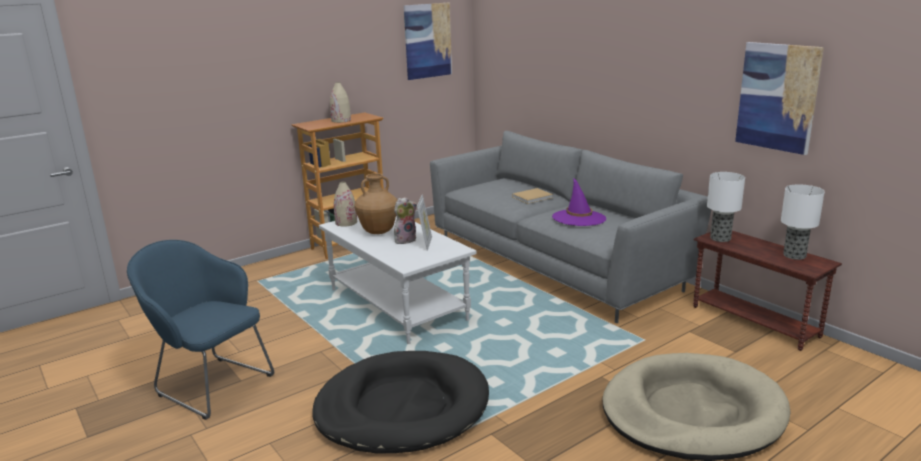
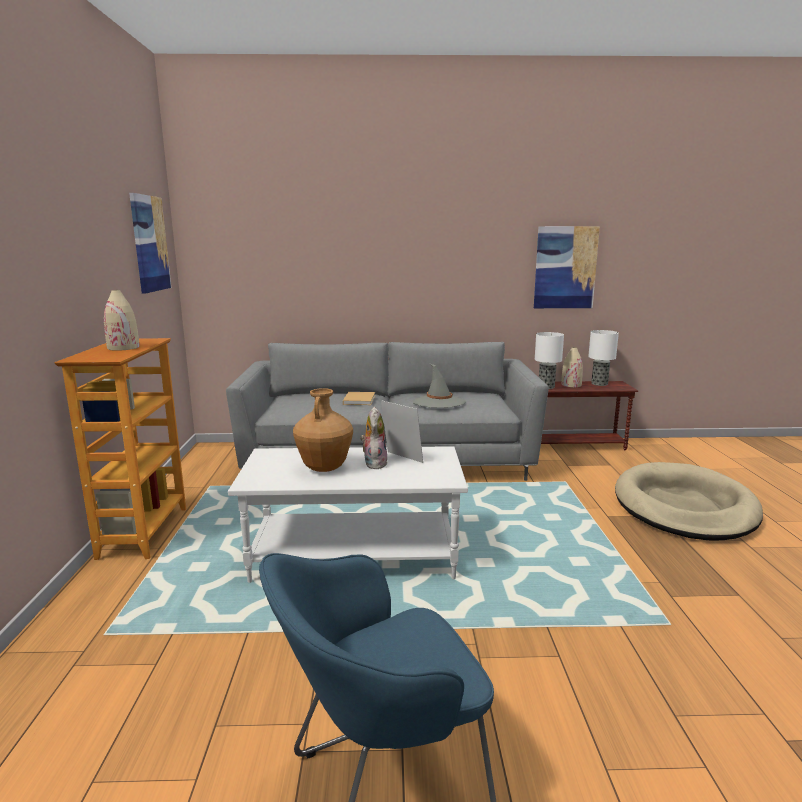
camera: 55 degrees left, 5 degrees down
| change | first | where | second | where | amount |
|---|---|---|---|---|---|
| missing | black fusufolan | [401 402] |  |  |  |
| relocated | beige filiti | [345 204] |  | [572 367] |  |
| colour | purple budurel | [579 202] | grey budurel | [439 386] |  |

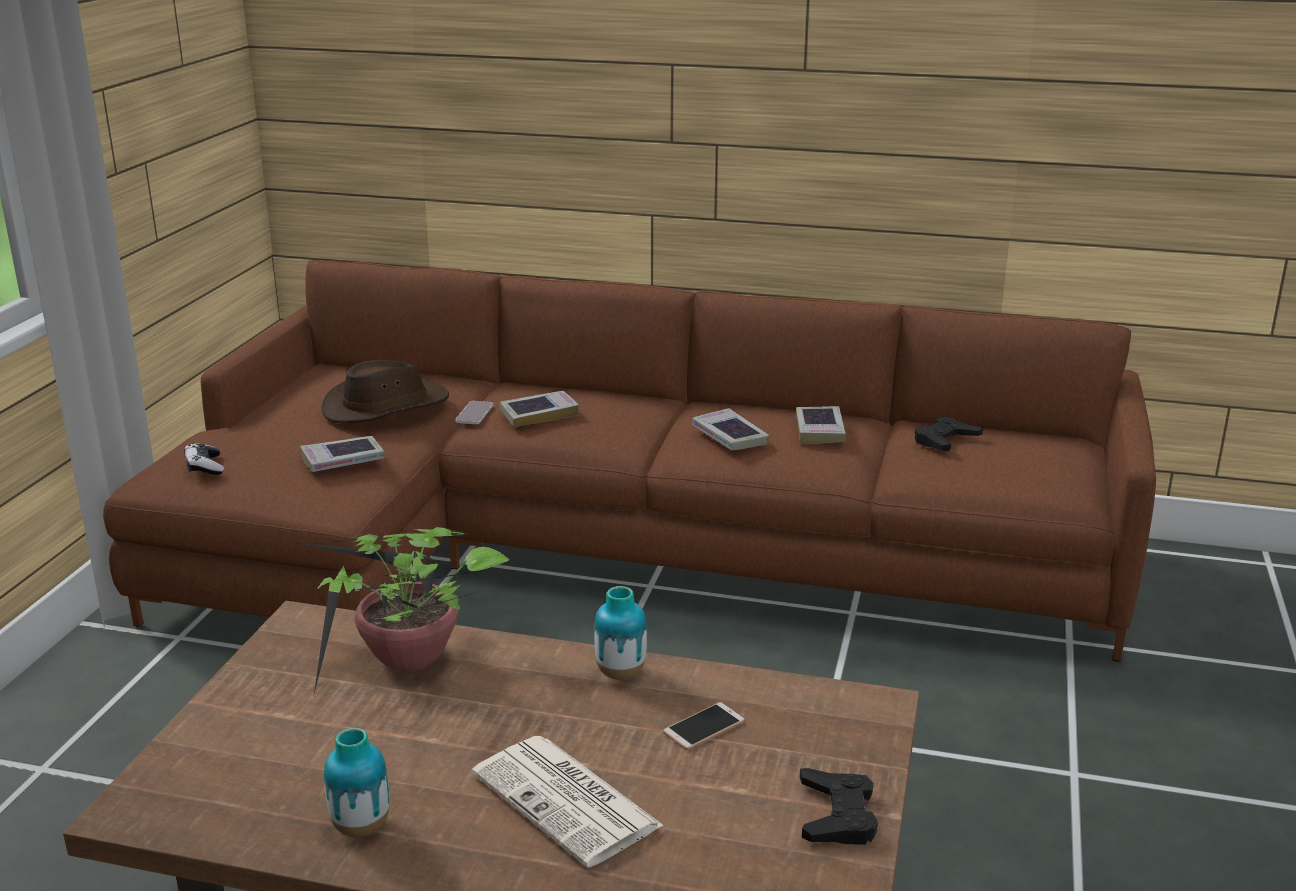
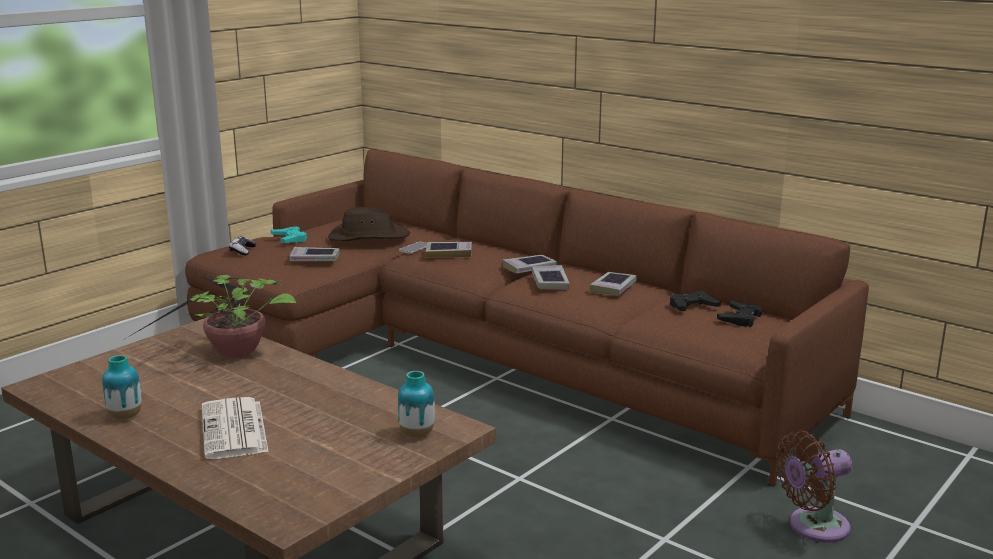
camera: 25 degrees right, 5 degrees down
| change | first | where | second | where | amount |
|---|---|---|---|---|---|
| missing | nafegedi | [704 726] |  |  |  |
| appeared |  |  | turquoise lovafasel | [289 234] |  |
| appeared |  |  | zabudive | [530 264] |  |
| appeared |  |  | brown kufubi | [814 486] |  |
| relocated | filiti | [620 633] |  | [416 404] |  |
| relocated | black lovafasel | [839 806] |  | [739 313] |  |

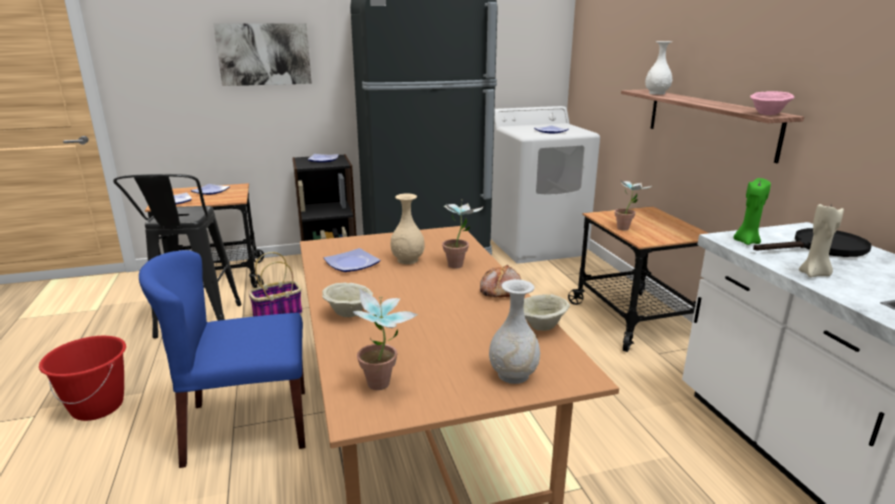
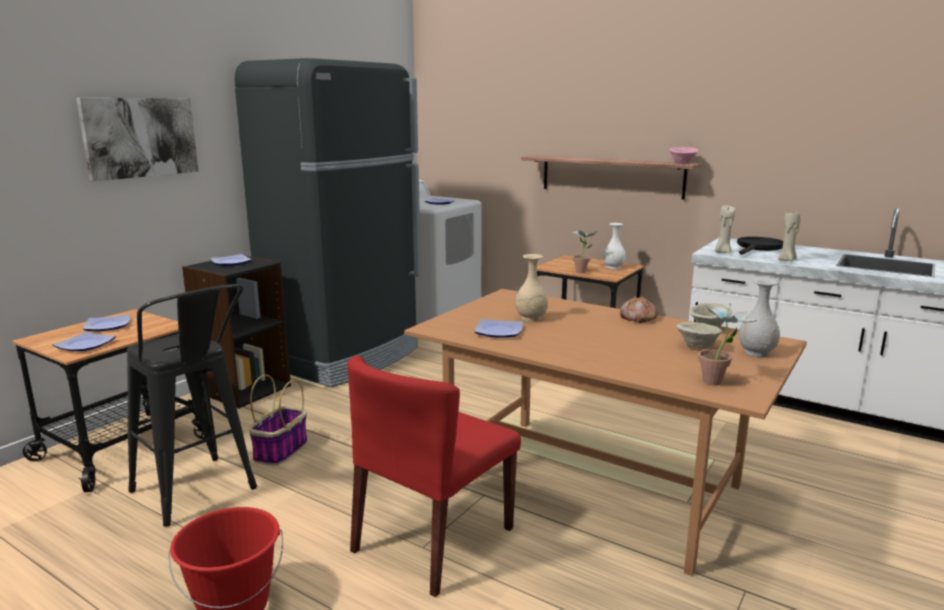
camera: 40 degrees left, 5 degrees down
| change | first | where | second | where | amount |
|---|---|---|---|---|---|
| missing | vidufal | [462 233] |  |  |  |
| relocated | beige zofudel | [347 300] |  | [699 335] |  |
| relocated | white filiti | [658 68] |  | [614 246] |  |
| colour | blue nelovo | [222 359] | red nelovo | [434 476] |  |
| colour | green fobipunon | [752 211] | beige fobipunon | [725 229] |  |

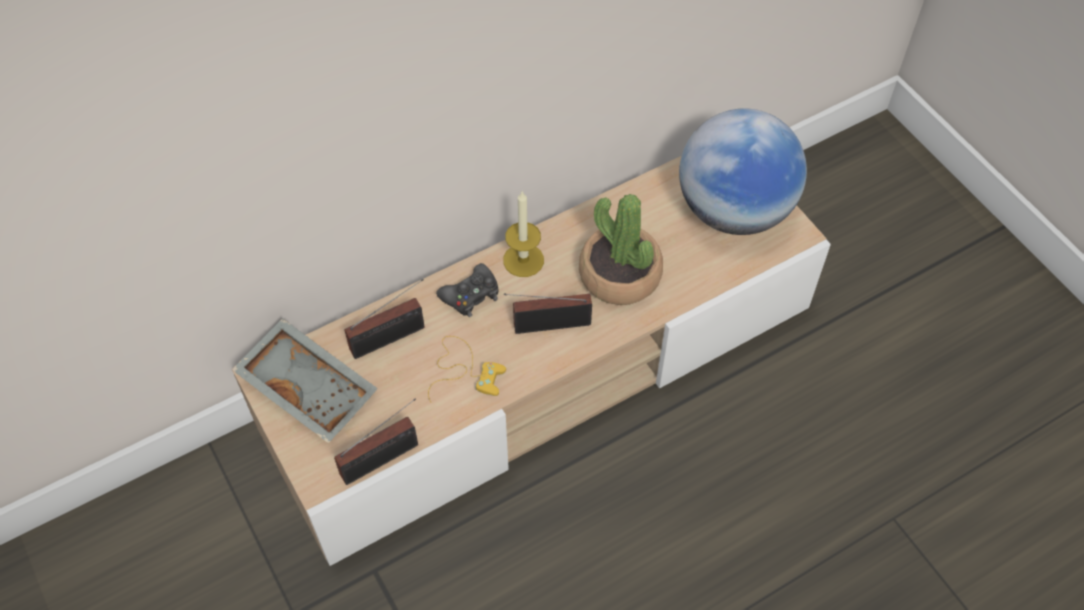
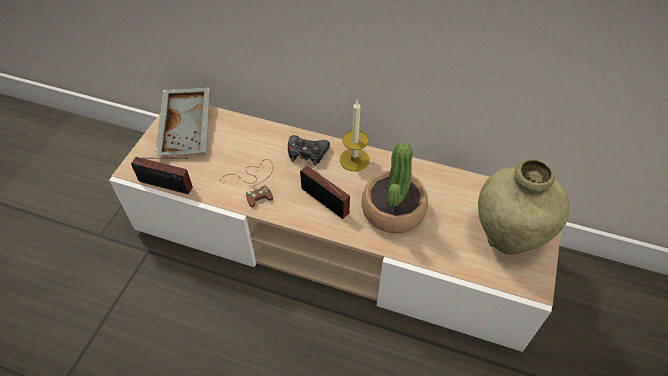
camera: 50 degrees right, 5 degrees down
| change | first | where | second | where | amount |
|---|---|---|---|---|---|
| missing | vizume | [384 319] |  |  |  |
| exchanged | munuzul | [743 171] | beige filiti | [523 207] |  |
| colour | yellow lovafasel | [467 369] | brown lovafasel | [246 183] |  |

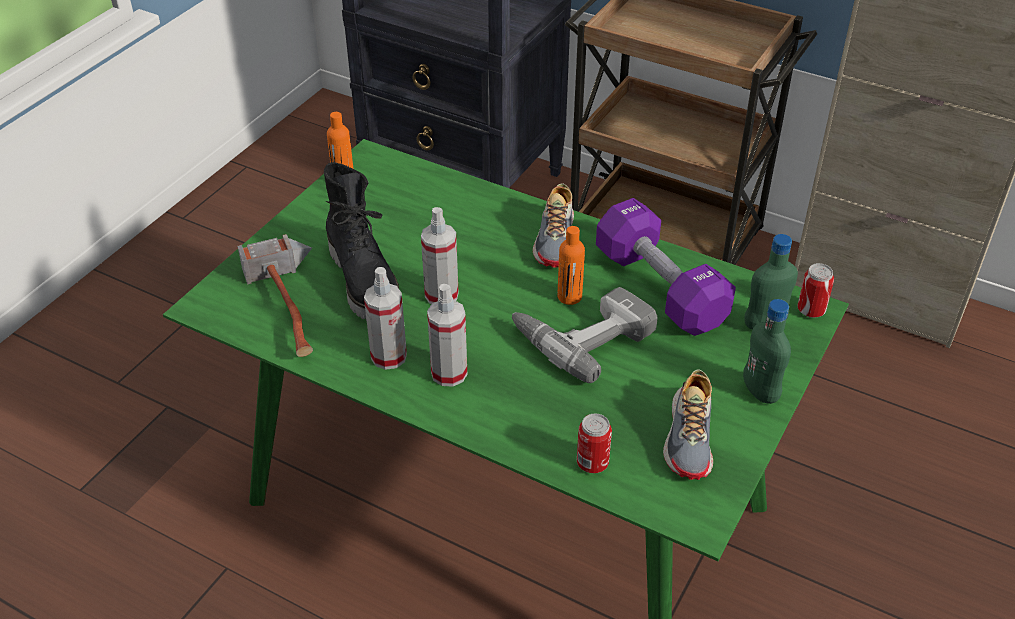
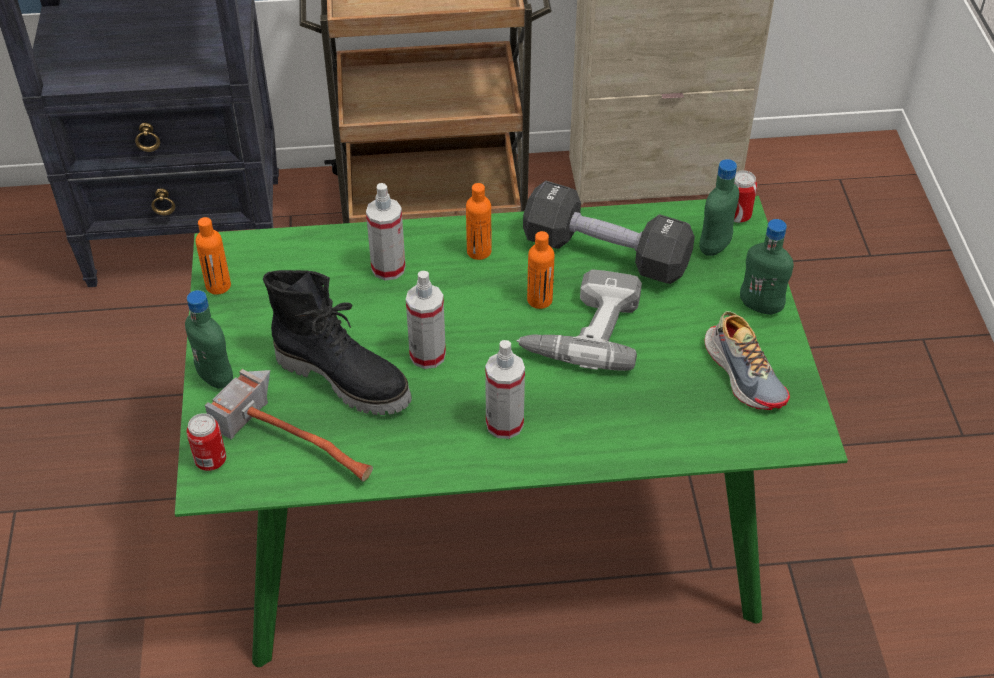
camera: 35 degrees left, 5 degrees up
| change | first | where | second | where | amount |
|---|---|---|---|---|---|
| appeared |  |  | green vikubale | [209 339] |  |
| relocated | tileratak | [385 318] |  | [386 231] |  |
| relocated | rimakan | [594 443] |  | [206 442] |  |
| exchanged | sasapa | [553 225] | orange vikubale | [478 221] |  |
| colour | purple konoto | [666 267] | black konoto | [609 232] |  |

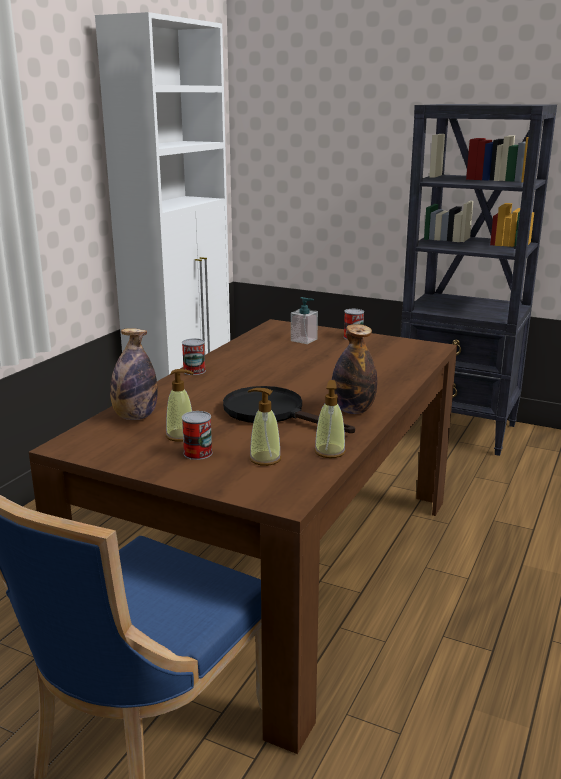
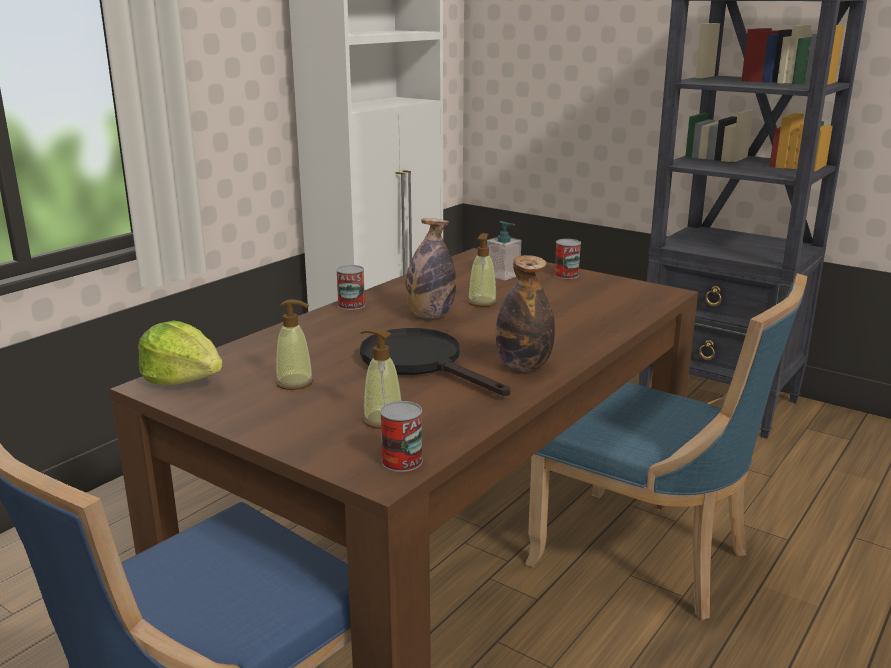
camera: 10 degrees right, 0 degrees up
| change | first | where | second | where | amount |
|---|---|---|---|---|---|
| appeared |  |  | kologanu | [180 352] |  |
| appeared |  |  | blue nelovo | [666 446] |  |
| relocated | vikubale | [134 374] |  | [430 268] |  |
| relocated | rimakan | [197 435] |  | [401 436] |  |
| relocated | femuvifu | [330 419] |  | [482 270] |  |

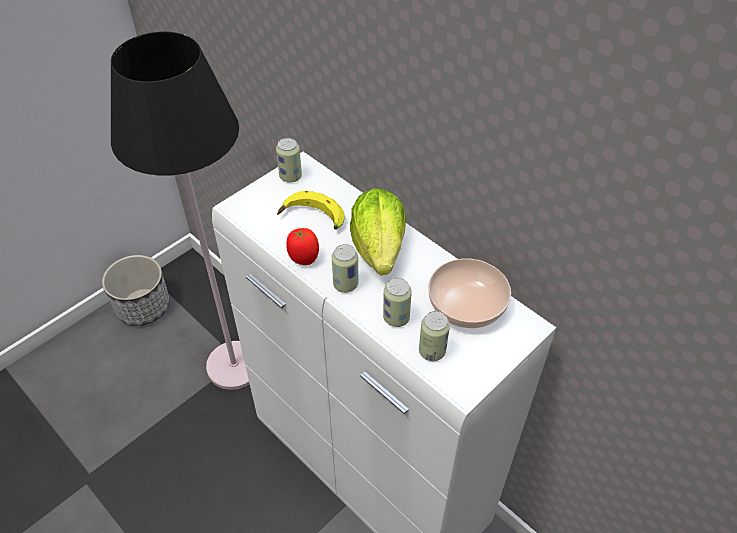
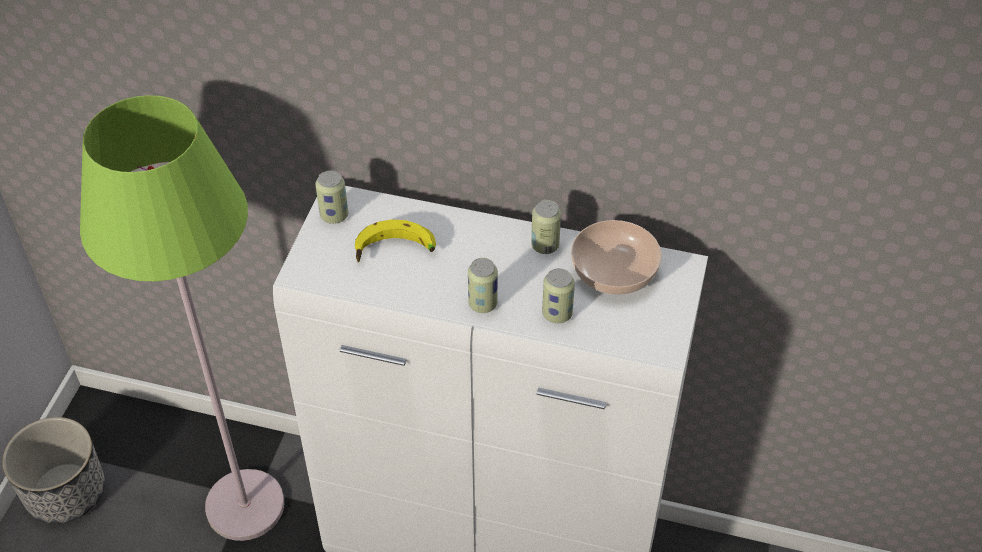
camera: 30 degrees left, 0 degrees up
| change | first | where | second | where | amount |
|---|---|---|---|---|---|
| missing | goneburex | [302 246] |  |  |  |
| missing | kologanu | [378 231] |  |  |  |
| relocated | rimakan | [434 336] |  | [546 227] |  |
| colour | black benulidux | [180 211] | green benulidux | [182 318] |  |

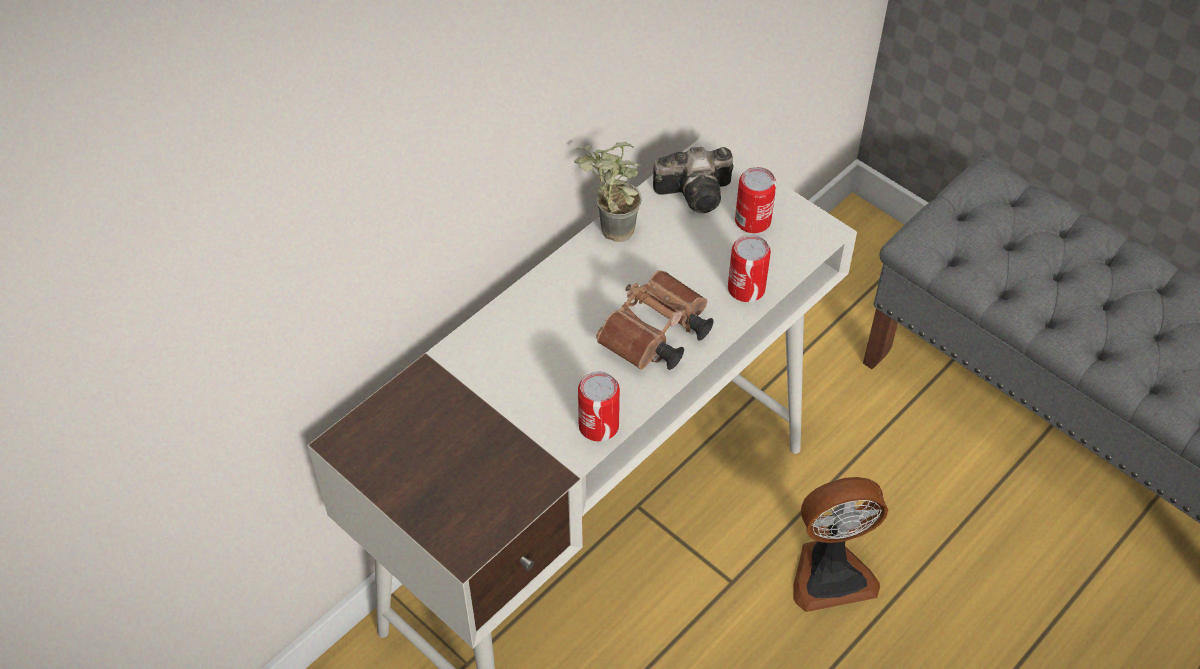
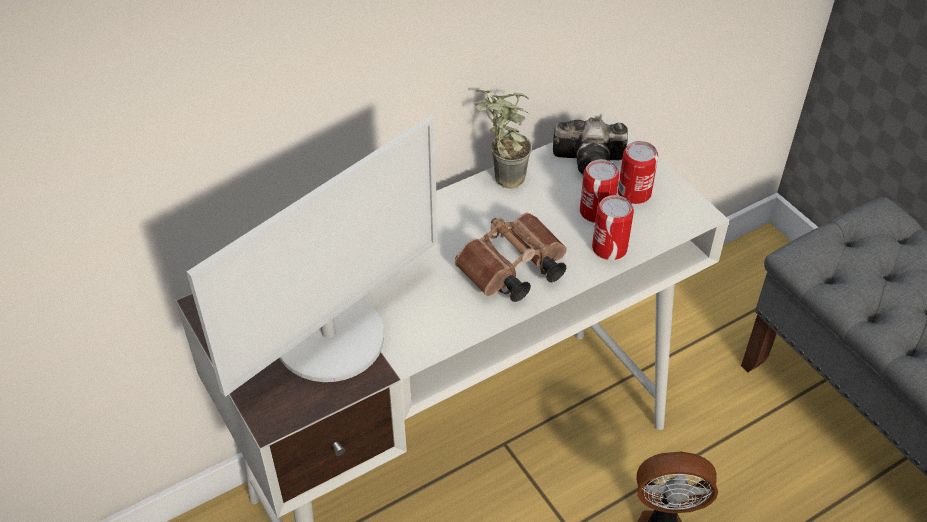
camera: 15 degrees right, 5 degrees down
| change | first | where | second | where | amount |
|---|---|---|---|---|---|
| appeared |  |  | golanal | [312 256] |  |
| relocated | rimakan | [599 406] |  | [599 191] |  |

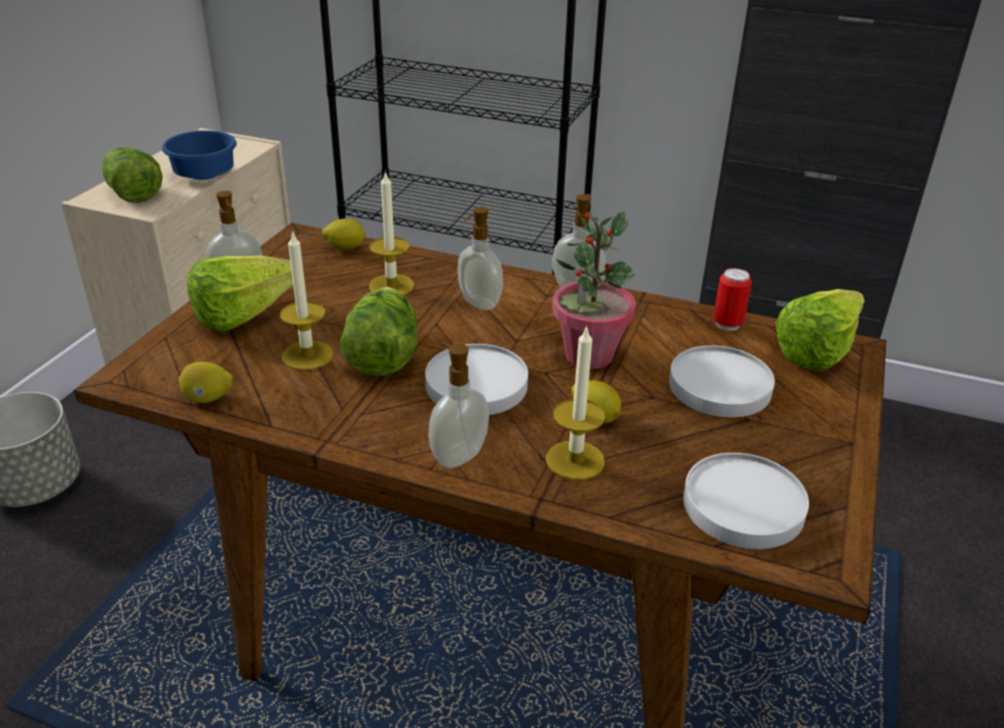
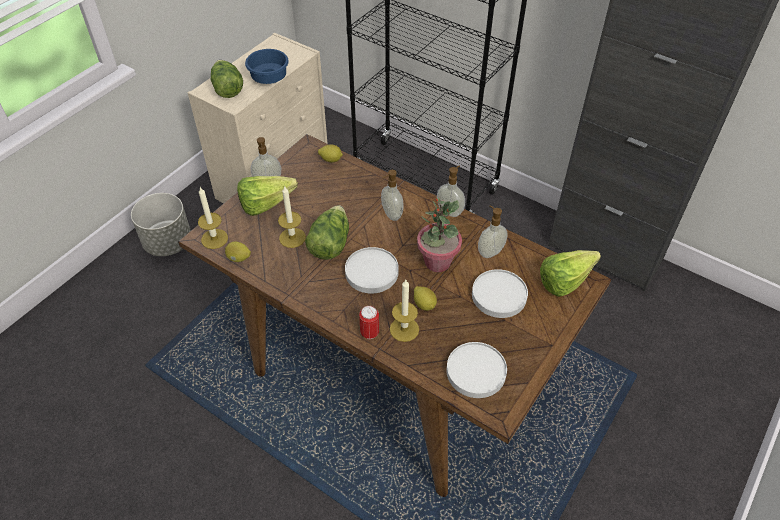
camera: 15 degrees right, 15 degrees up
| change | first | where | second | where | amount |
|---|---|---|---|---|---|
| relocated | fobipunon | [391 232] |  | [213 218] |  |
| relocated | femuvifu | [458 405] |  | [493 232] |  |
| relocated | rimakan | [732 299] |  | [369 322] |  |

